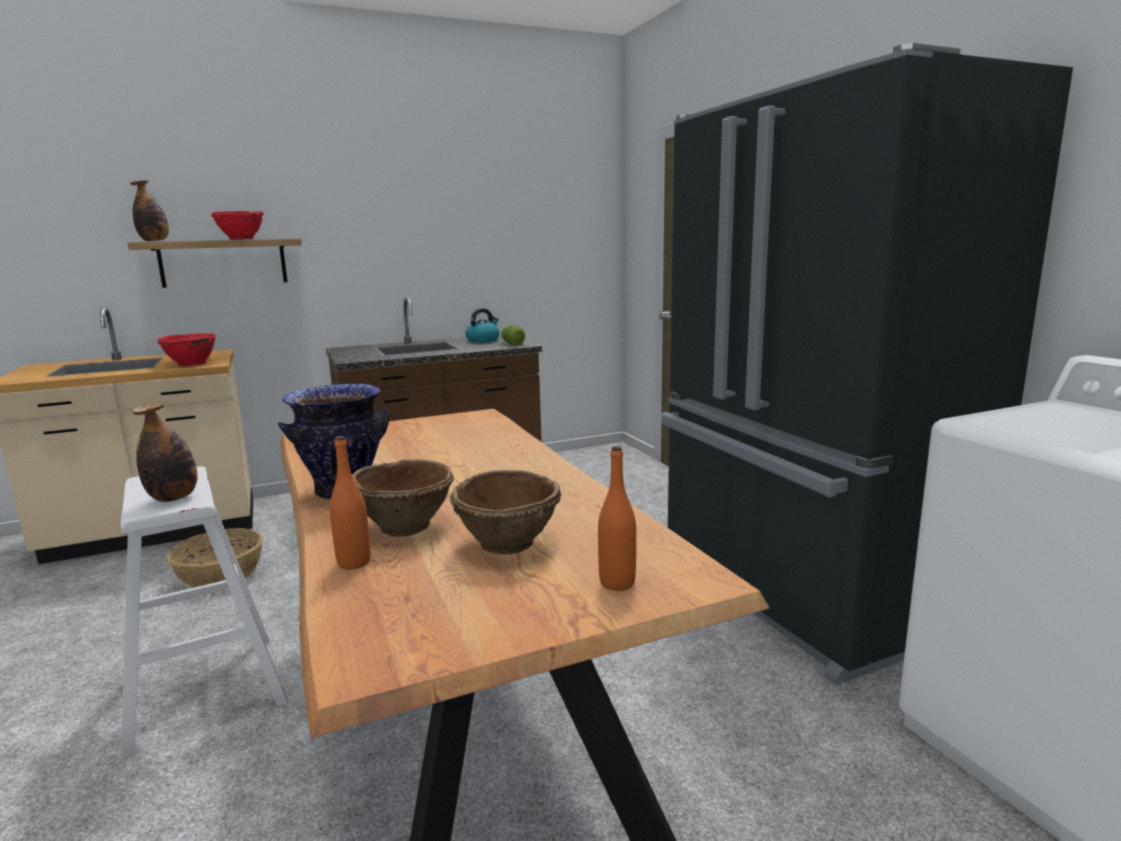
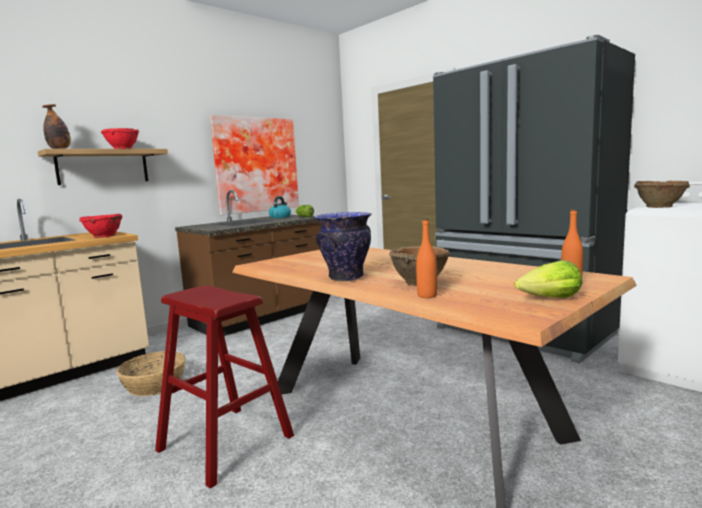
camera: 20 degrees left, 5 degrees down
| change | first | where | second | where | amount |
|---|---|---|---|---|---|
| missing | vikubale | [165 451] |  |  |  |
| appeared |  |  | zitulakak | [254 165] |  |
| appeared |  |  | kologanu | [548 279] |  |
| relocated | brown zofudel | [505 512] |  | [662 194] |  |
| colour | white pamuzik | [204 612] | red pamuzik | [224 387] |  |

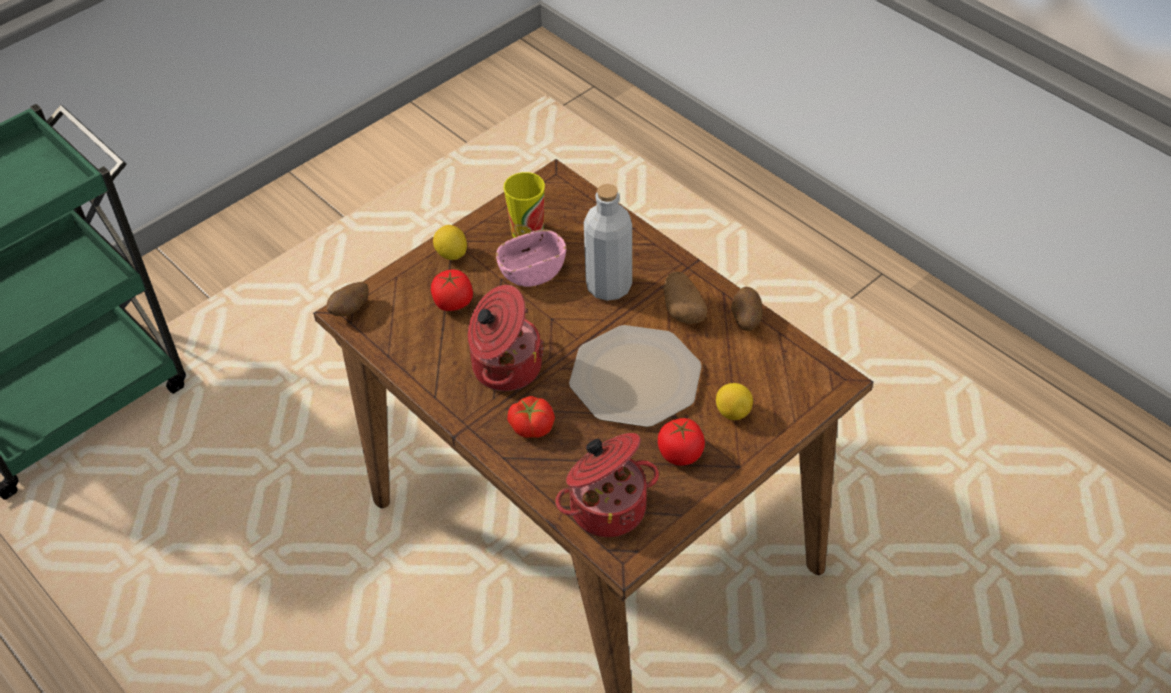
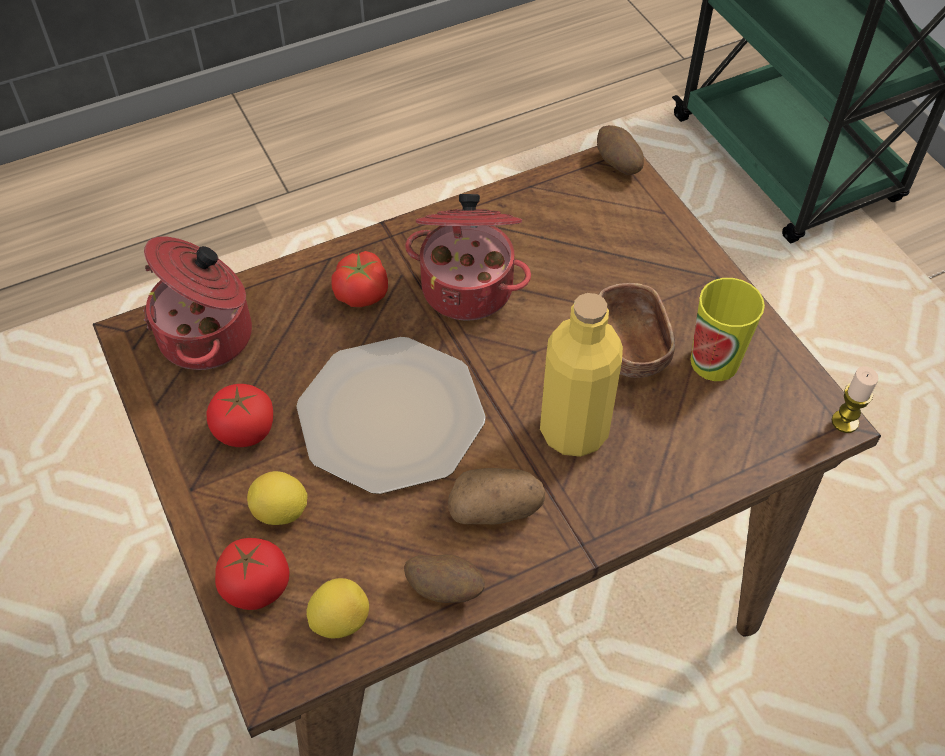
camera: 105 degrees right, 5 degrees up
| change | first | where | second | where | amount |
|---|---|---|---|---|---|
| appeared |  |  | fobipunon | [855 399] |  |
| relocated | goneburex | [452 290] |  | [252 574] |  |
| relocated | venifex | [450 242] |  | [337 608] |  |
| colour | pink zofudel | [531 258] | brown zofudel | [637 330] |  |
| colour | grey vikubale | [608 242] | yellow vikubale | [581 375] |  |

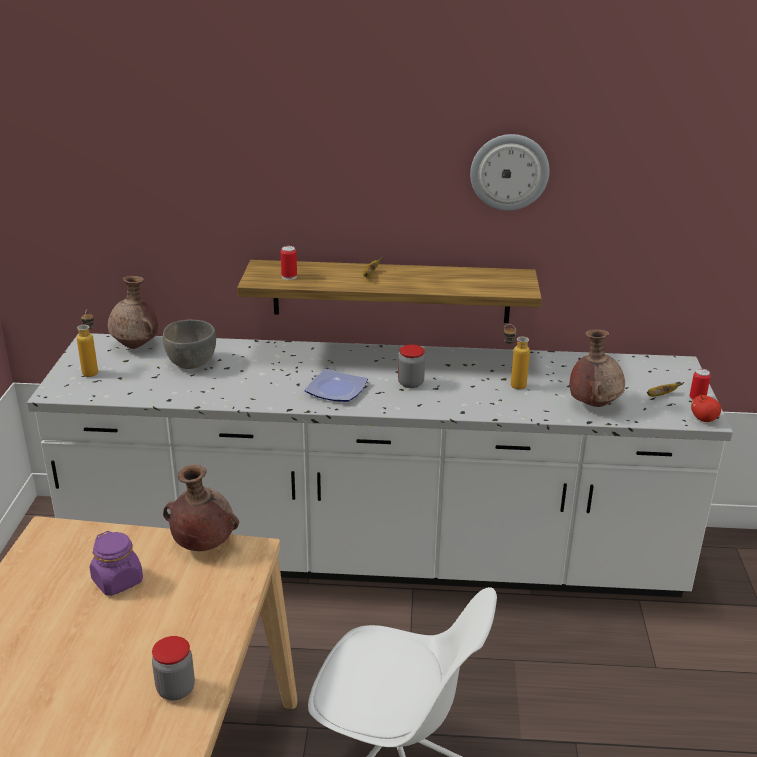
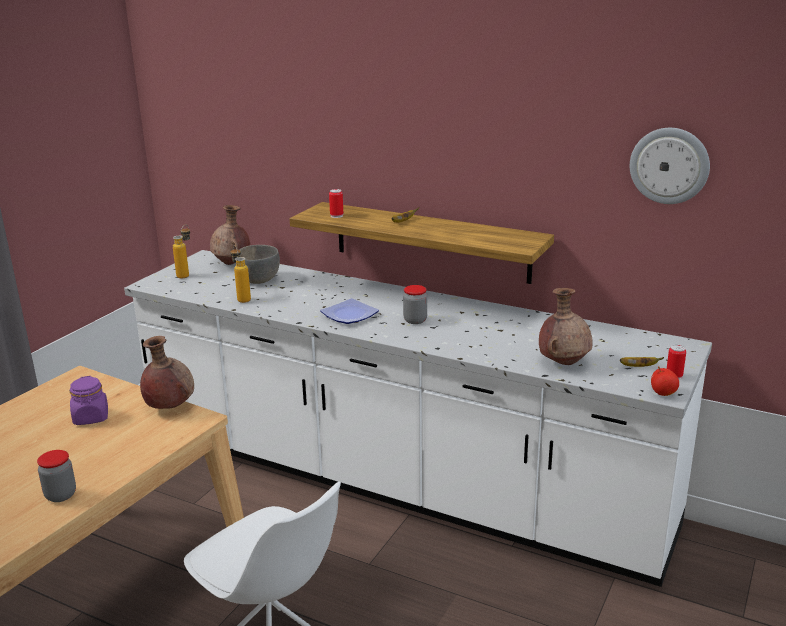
camera: 25 degrees right, 5 degrees down
| change | first | where | second | where | amount |
|---|---|---|---|---|---|
| relocated | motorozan | [509 172] |  | [670 166] |  |
| relocated | vikubale | [517 356] |  | [241 274] |  |

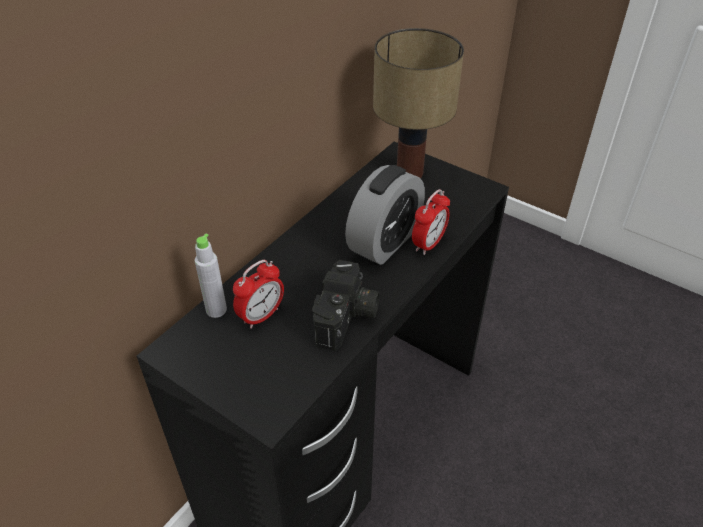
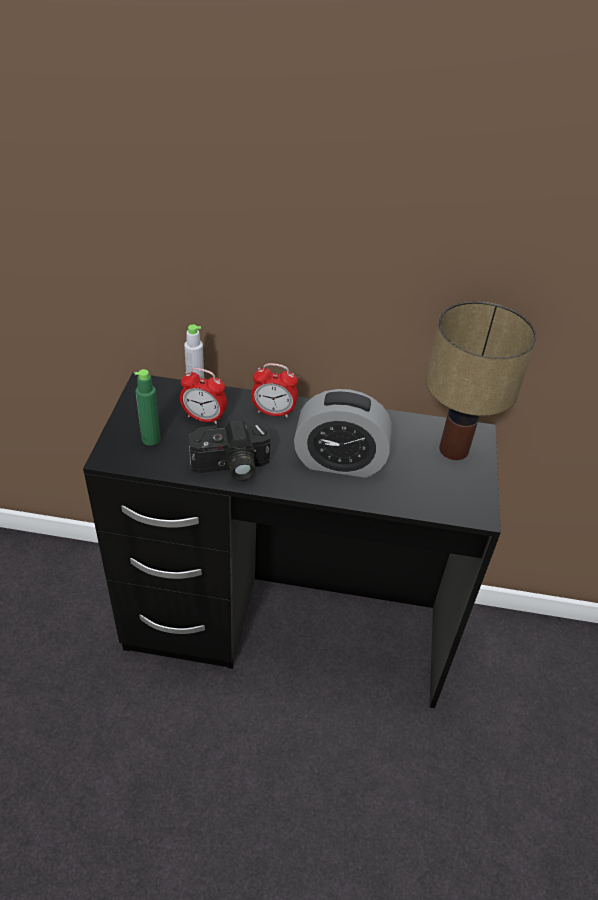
camera: 60 degrees right, 0 degrees up
| change | first | where | second | where | amount |
|---|---|---|---|---|---|
| appeared |  |  | green vikubale | [147 407] |  |
| relocated | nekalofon | [431 222] |  | [274 390] |  |

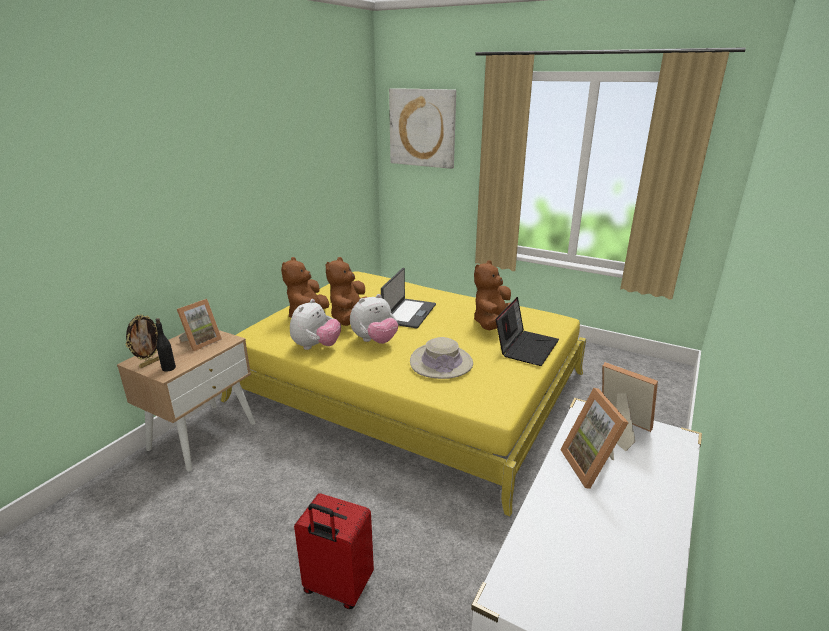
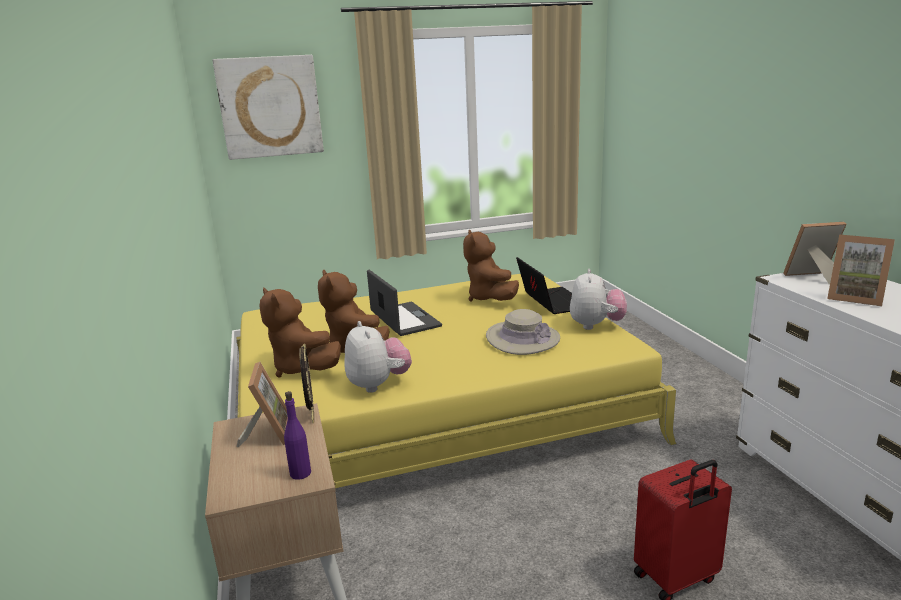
camera: 45 degrees left, 5 degrees down
| change | first | where | second | where | amount |
|---|---|---|---|---|---|
| relocated | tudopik | [142 341] |  | [306 383] |  |
| relocated | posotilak | [374 319] |  | [598 299] |  |
| colour | black vikubale | [165 345] | purple vikubale | [297 435] |  |

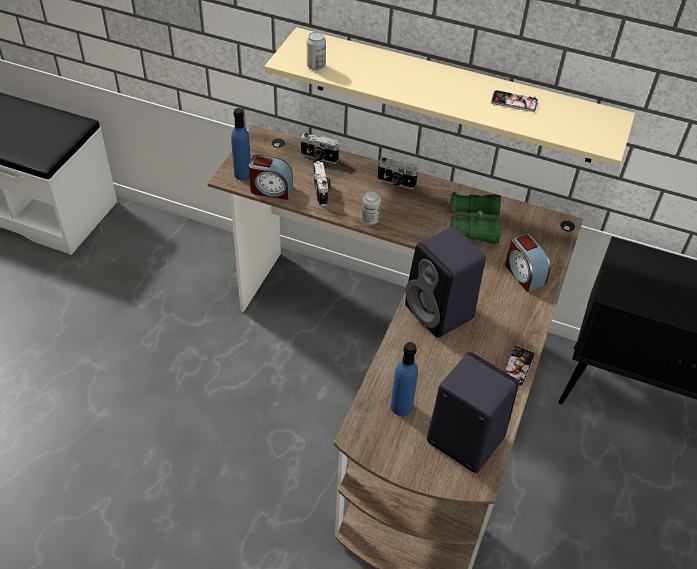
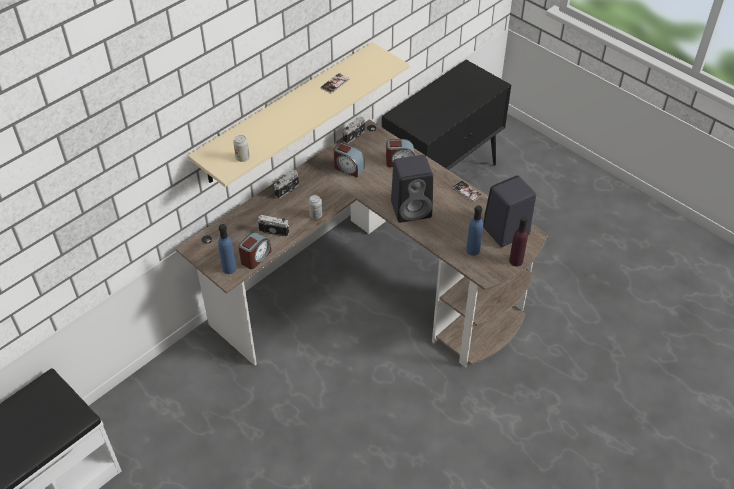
camera: 65 degrees left, 0 degrees up
| change | first | where | second | where | amount |
|---|---|---|---|---|---|
| appeared |  |  | purple vikubale | [518 241] |  |
| relocated | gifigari | [320 148] |  | [354 130] |  |
| exchanged | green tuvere | [475 218] | nekalofon | [349 159] |  |

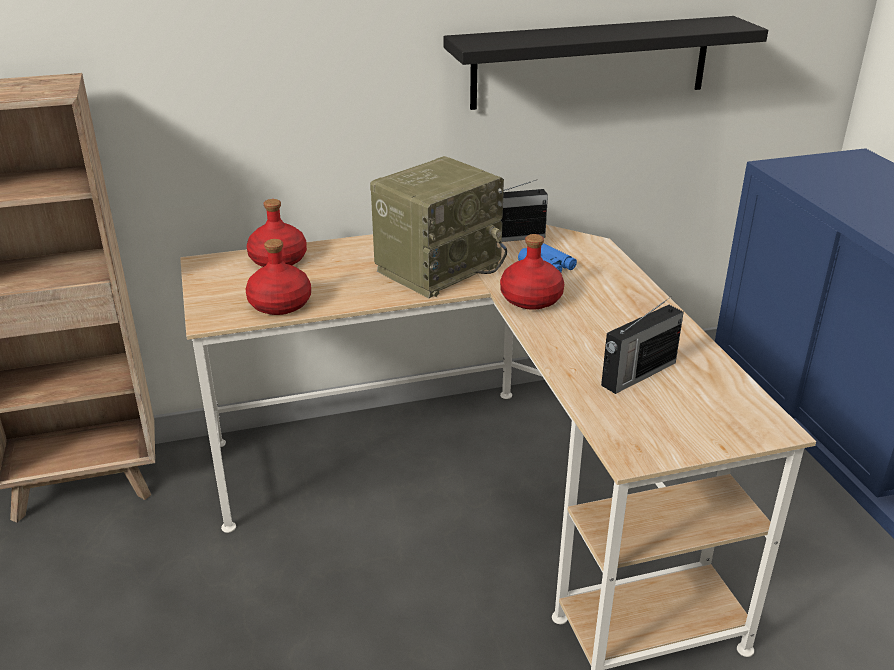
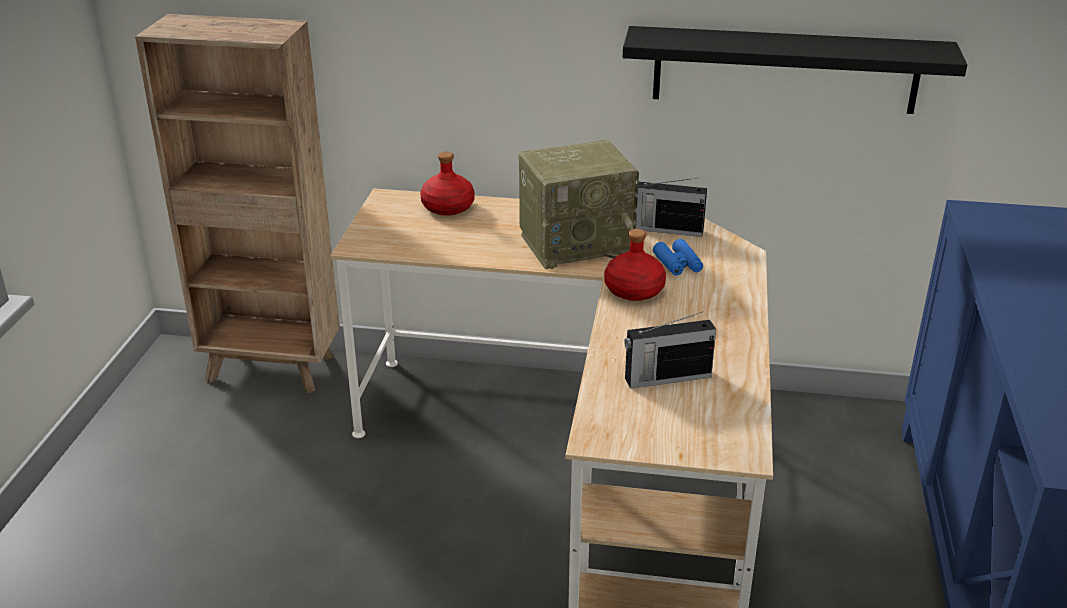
camera: 25 degrees right, 0 degrees up
| change | first | where | second | where | amount |
|---|---|---|---|---|---|
| missing | red vikubale | [278 277] |  |  |  |

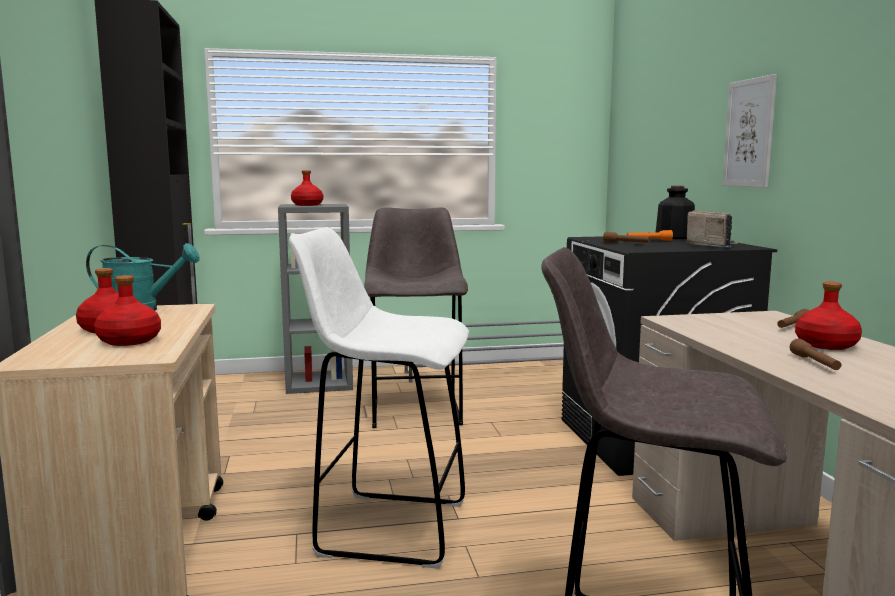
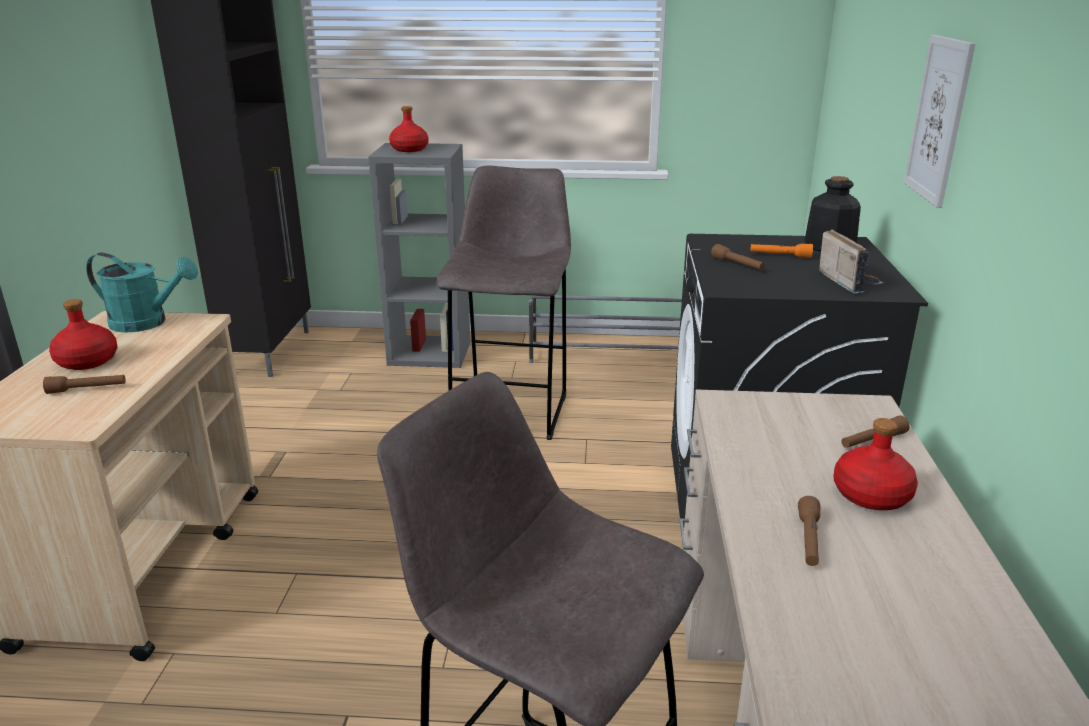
camera: 15 degrees right, 15 degrees up
| change | first | where | second | where | amount |
|---|---|---|---|---|---|
| missing | white pamuzik | [379 398] |  |  |  |
| exchanged | red vikubale | [127 310] | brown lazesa | [84 384] |  |

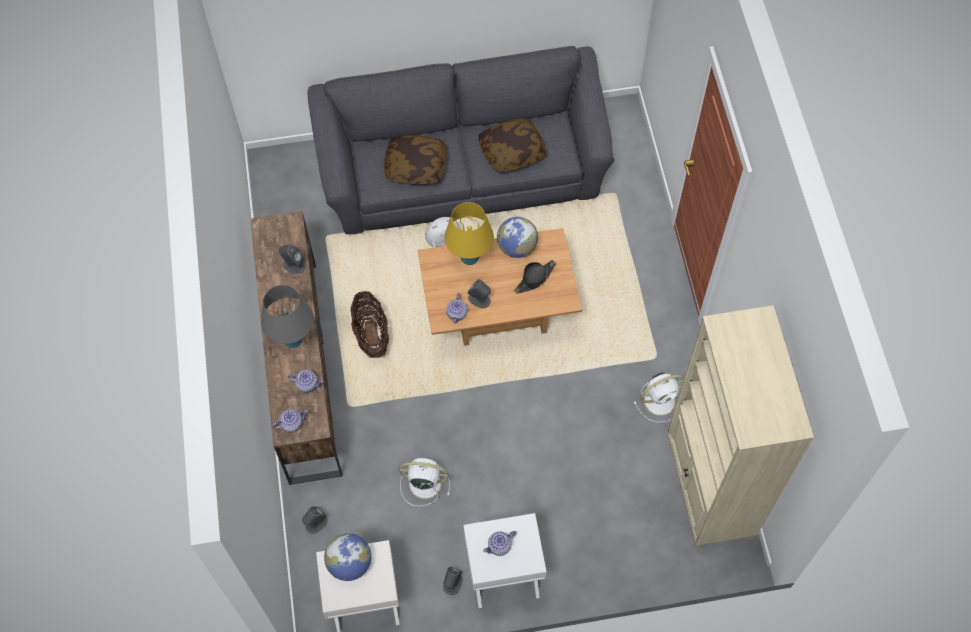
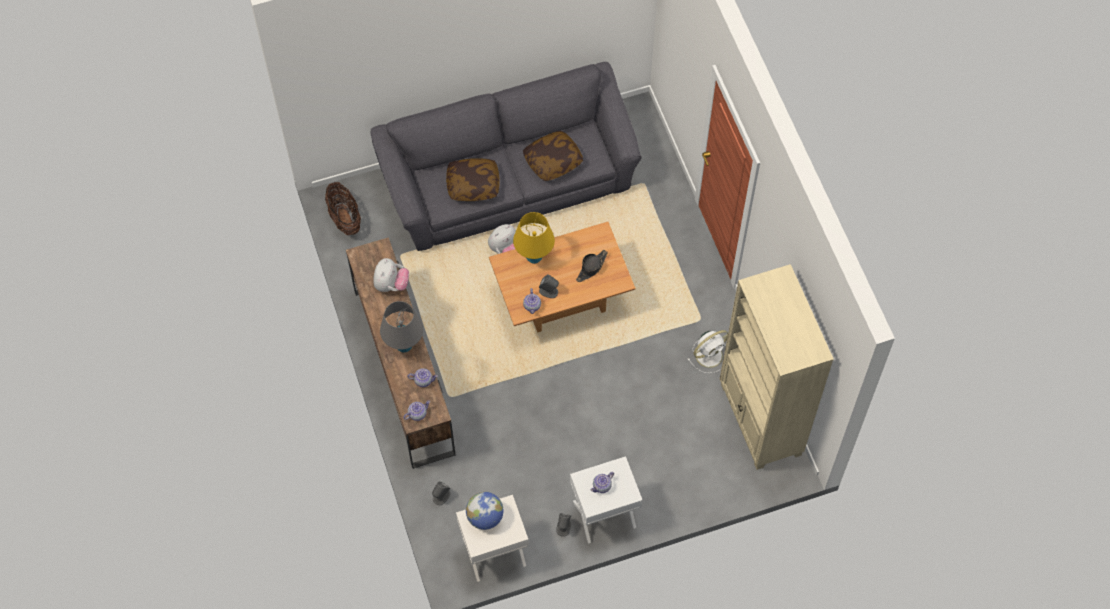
camera: 10 degrees left, 0 degrees up
| change | first | where | second | where | amount |
|---|---|---|---|---|---|
| missing | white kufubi | [424 482] |  |  |  |
| missing | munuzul | [517 237] |  |  |  |
| relocated | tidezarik | [369 324] |  | [343 208] |  |
| exchanged | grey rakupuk | [292 259] | posotilak | [391 275] |  |

